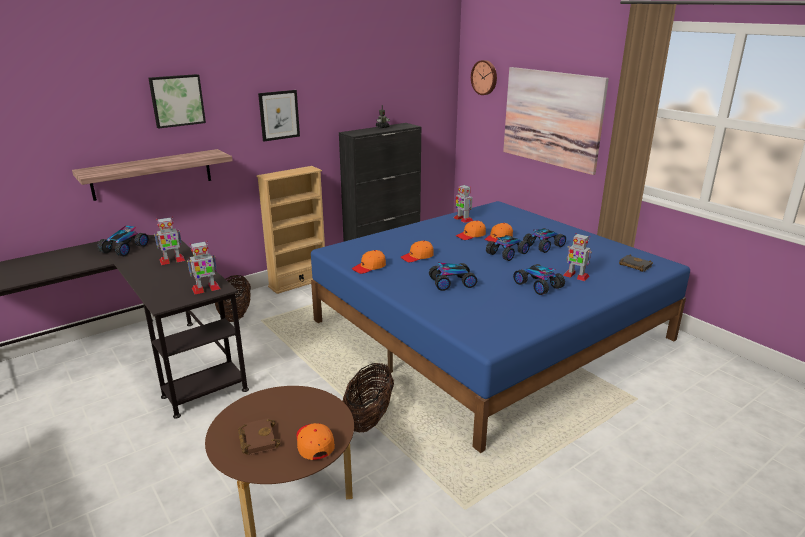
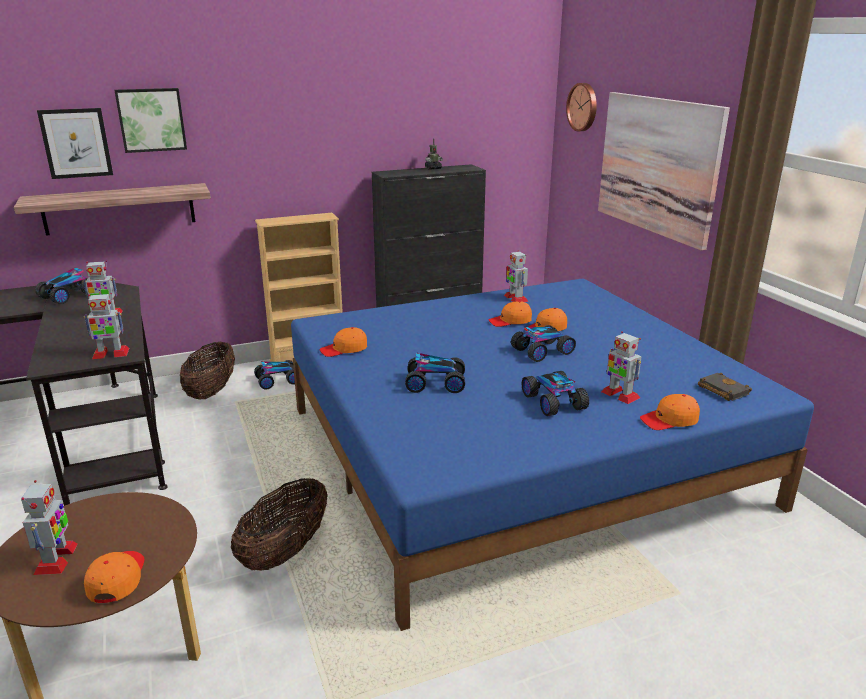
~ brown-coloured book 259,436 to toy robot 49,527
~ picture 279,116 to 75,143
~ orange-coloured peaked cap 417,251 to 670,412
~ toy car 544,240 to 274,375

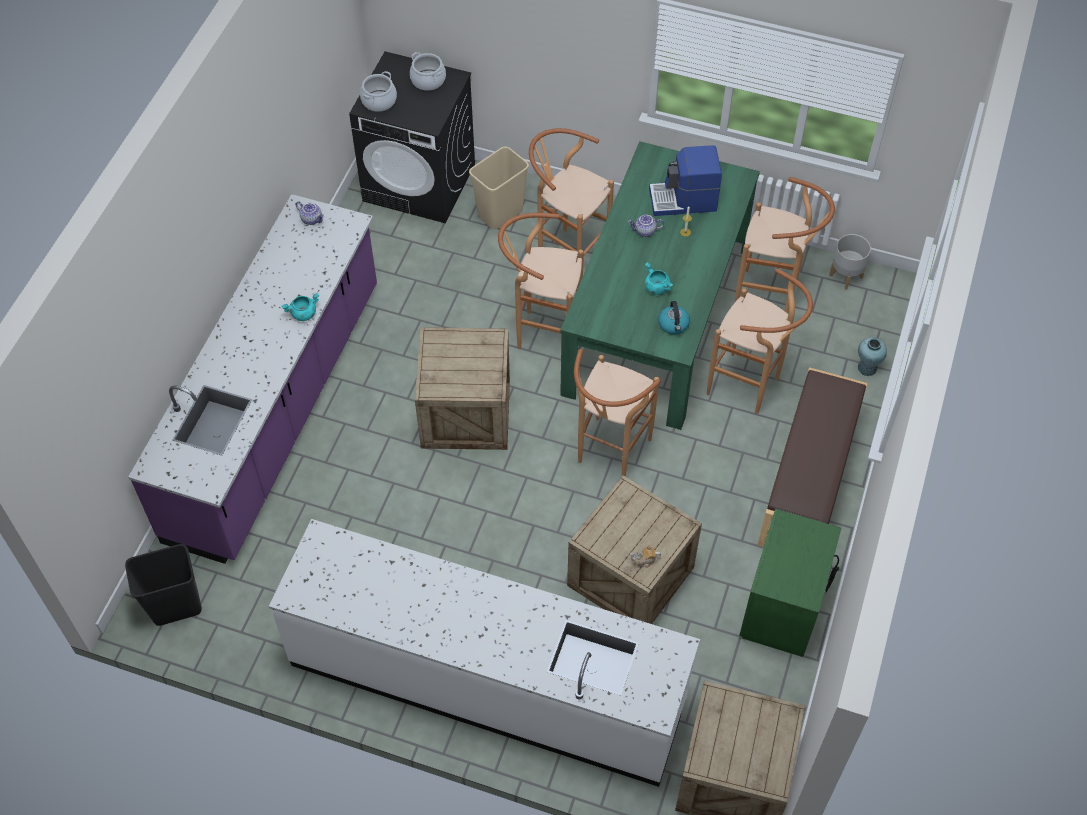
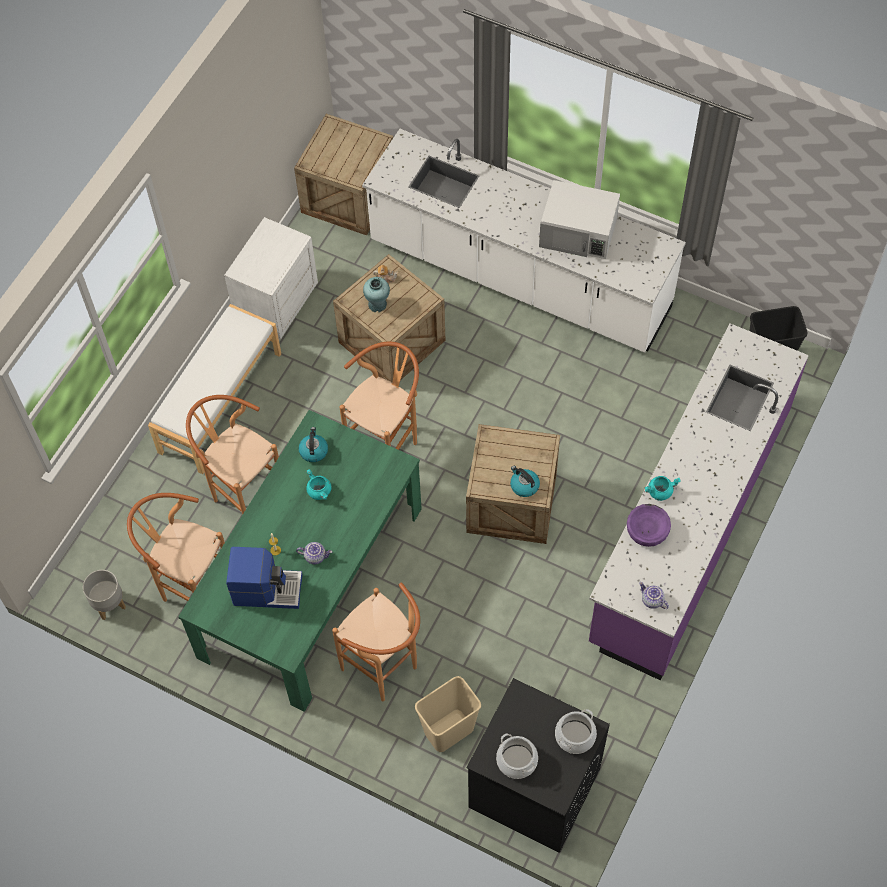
- brown-coloured stool seat 541,281
~ green night table 790,583 to whitish night table 271,279
~ brown-coloured indoor bench 812,457 to whitish indoor bench 214,389
~ blue-green flower vase 872,356 to 376,294
+ kettle 525,481
+ whitish microwave oven 579,219
+ purplish serving bowl 649,525

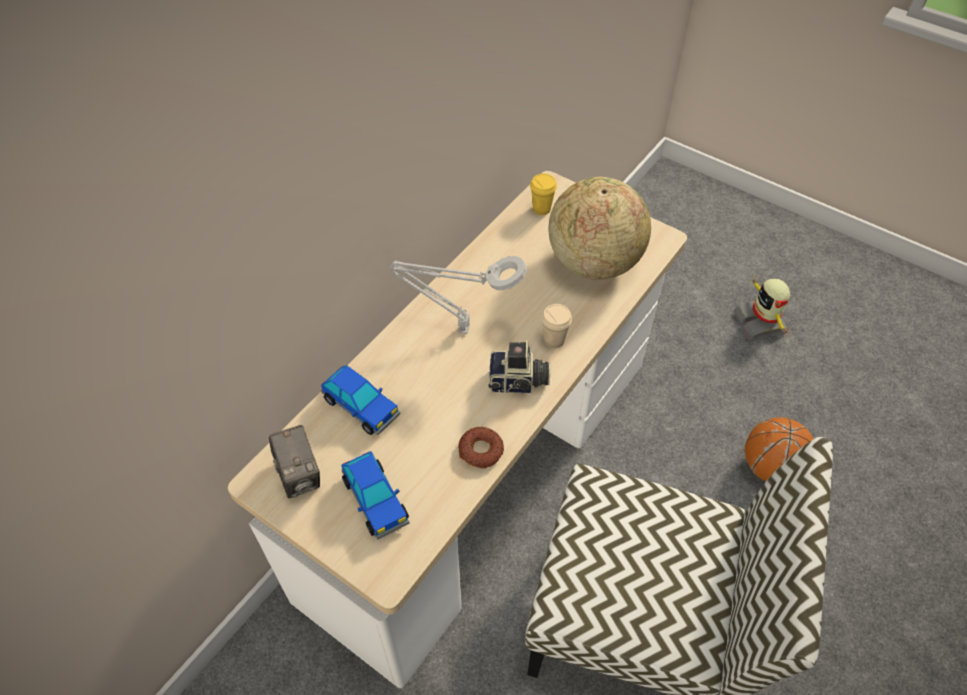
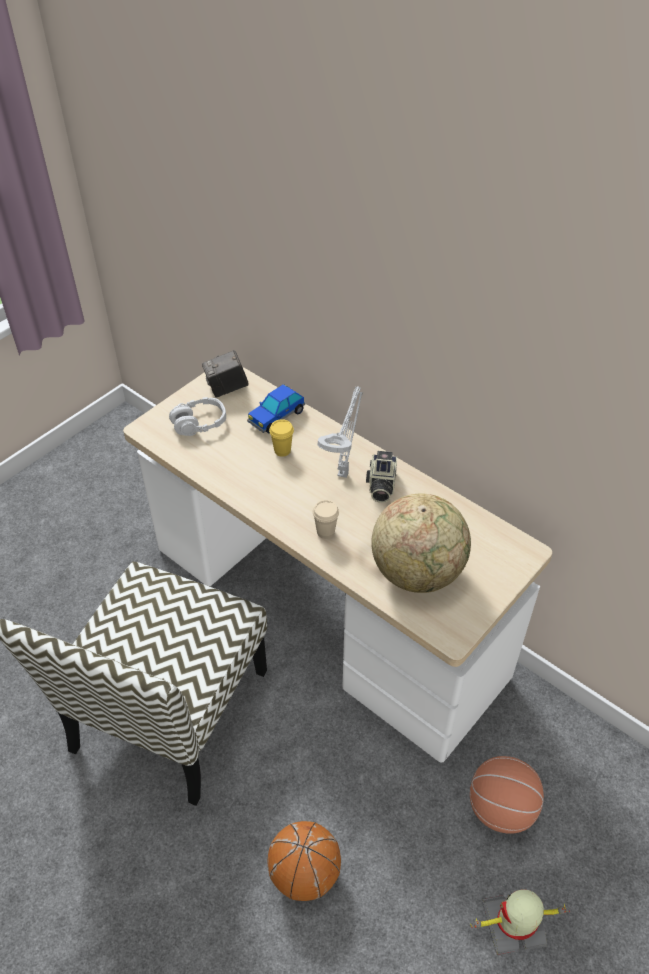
~ toy car 375,495 to gray headphones 197,416
- doughnut 481,447
~ still camera 519,367 to 381,477
~ yellow cup 543,194 to 281,438
+ basketball 507,795

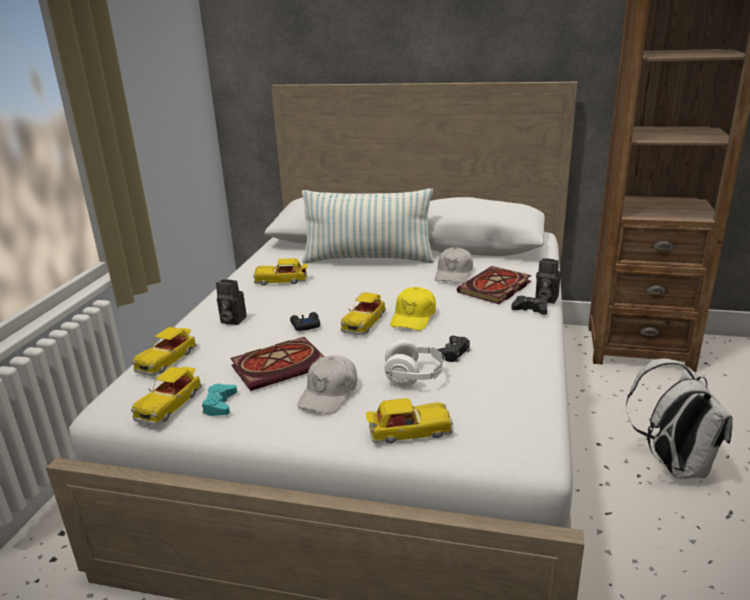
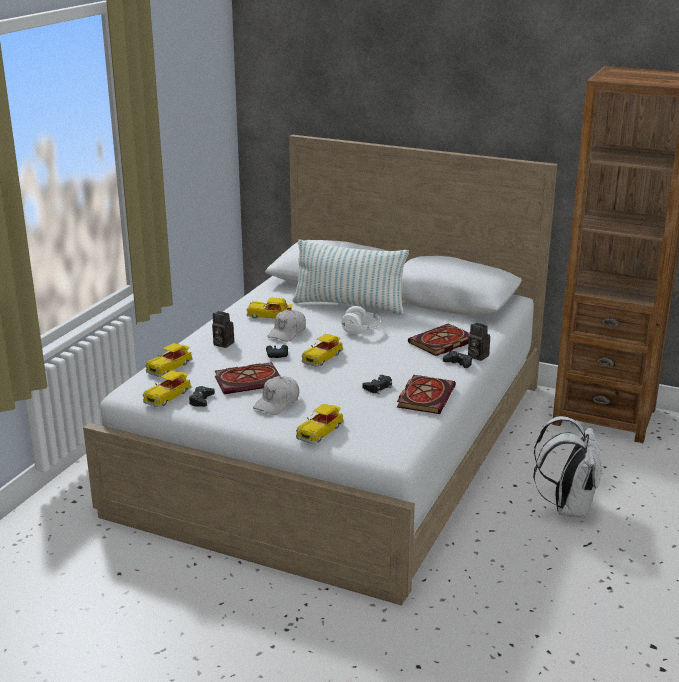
~ blue-green gamepad 219,400 to black-coloured gamepad 202,396
~ toy car 409,421 = 320,424 120 degrees clockwise
~ whitish headphones 415,363 to 361,320
- yellow peaked cap 413,309
~ whitish peaked cap 454,265 to 286,325
+ book 426,394

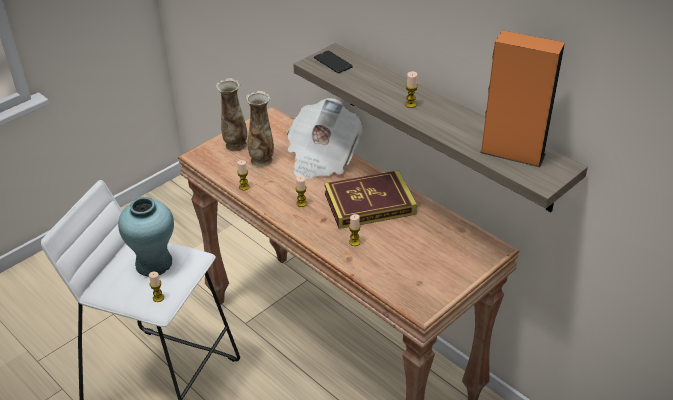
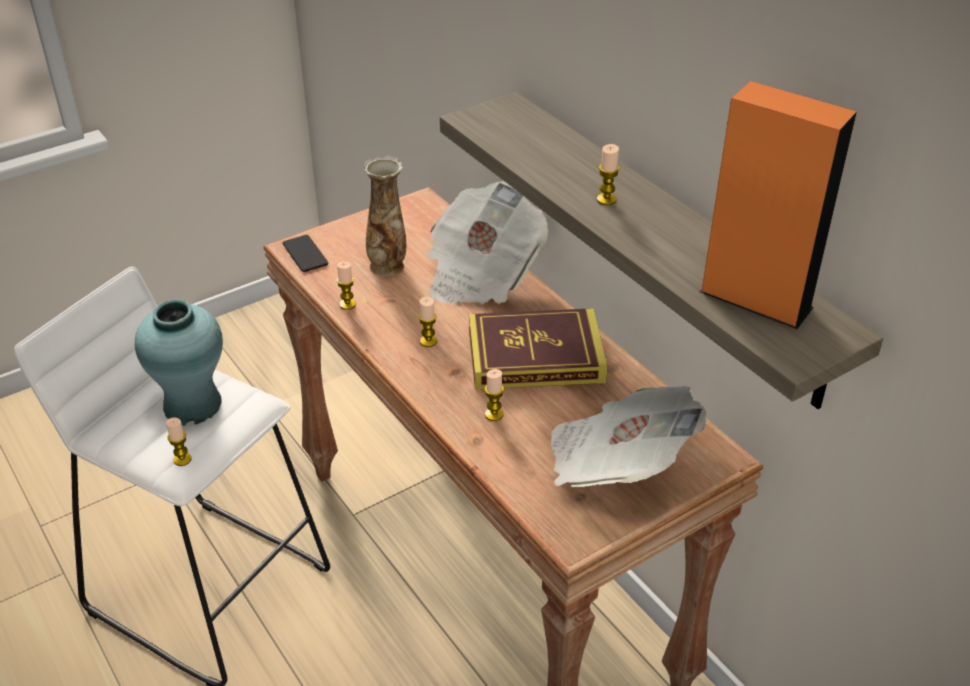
- flower vase 231,114
~ telephone 333,62 to 305,253
+ newspaper 628,436

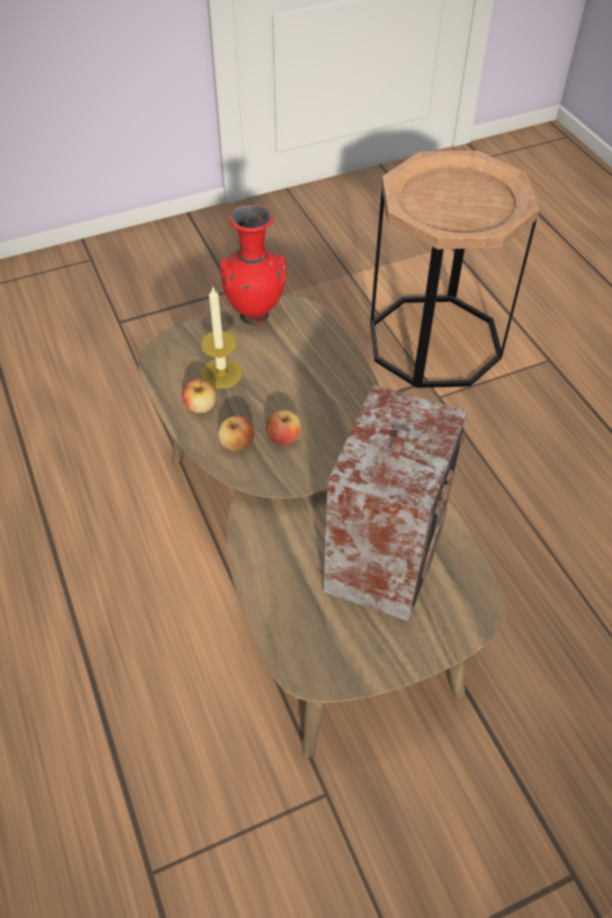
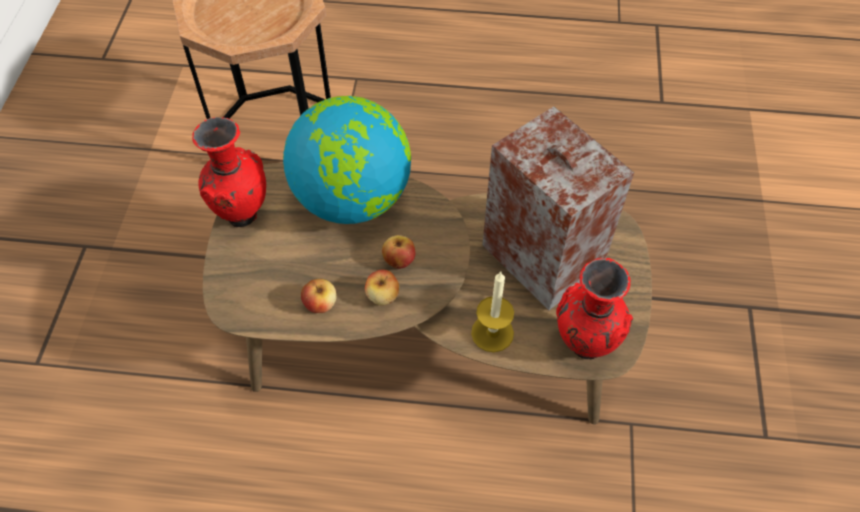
~ wax light 221,338 to 492,312
+ globe 347,160
+ red-coloured flower vase 594,308

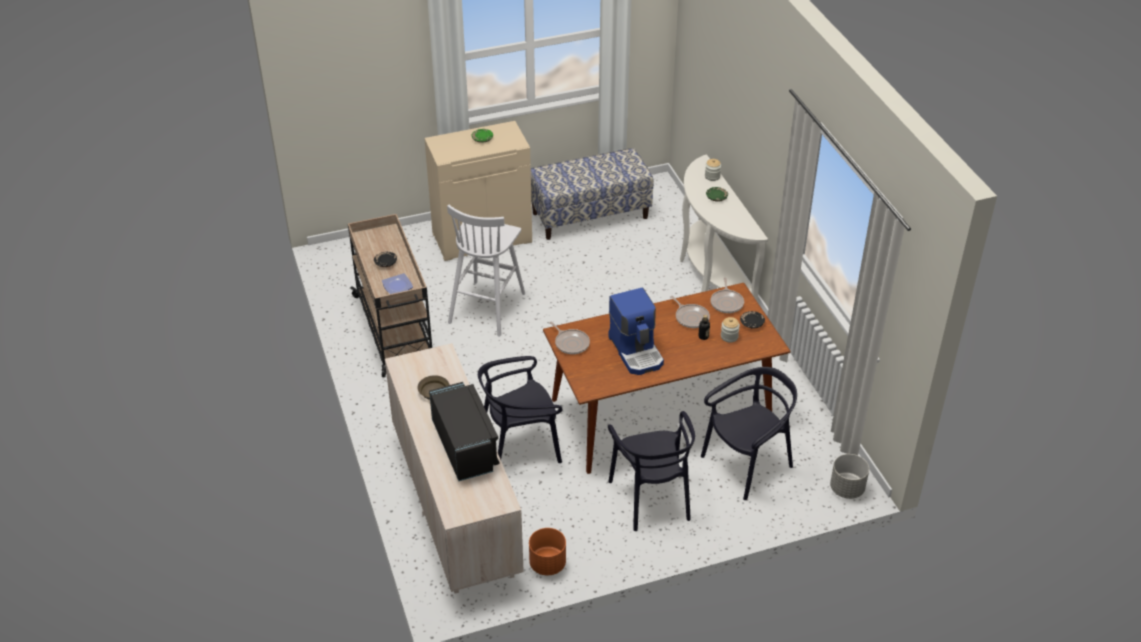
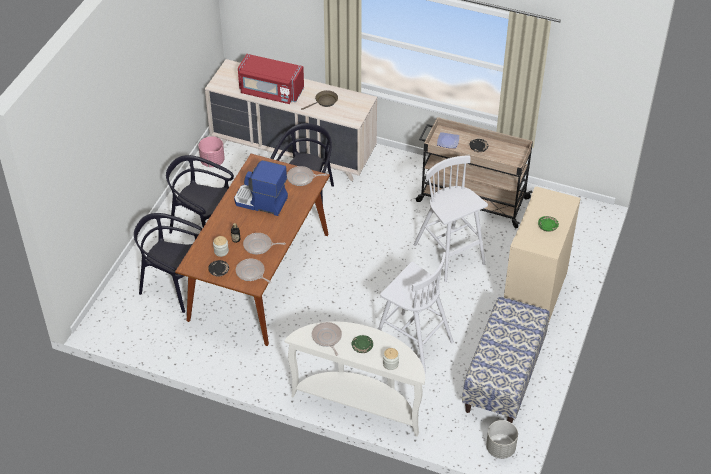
~ black-coloured microwave oven 464,431 to red-coloured microwave oven 271,79
~ orange-coloured plant pot 547,551 to pink-coloured plant pot 211,151
~ black-coloured chair 749,433 = 168,263 105 degrees clockwise
~ gray plant pot 849,476 to 502,439
+ skillet 327,339
+ whitish stool seat 416,313

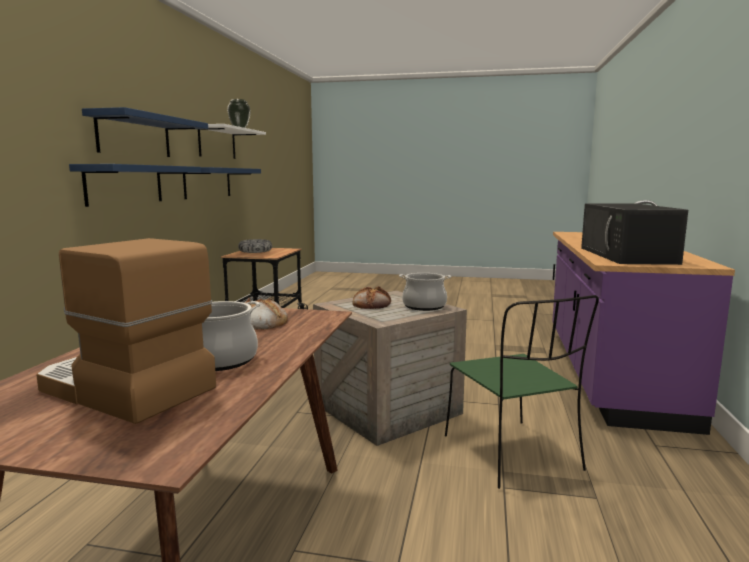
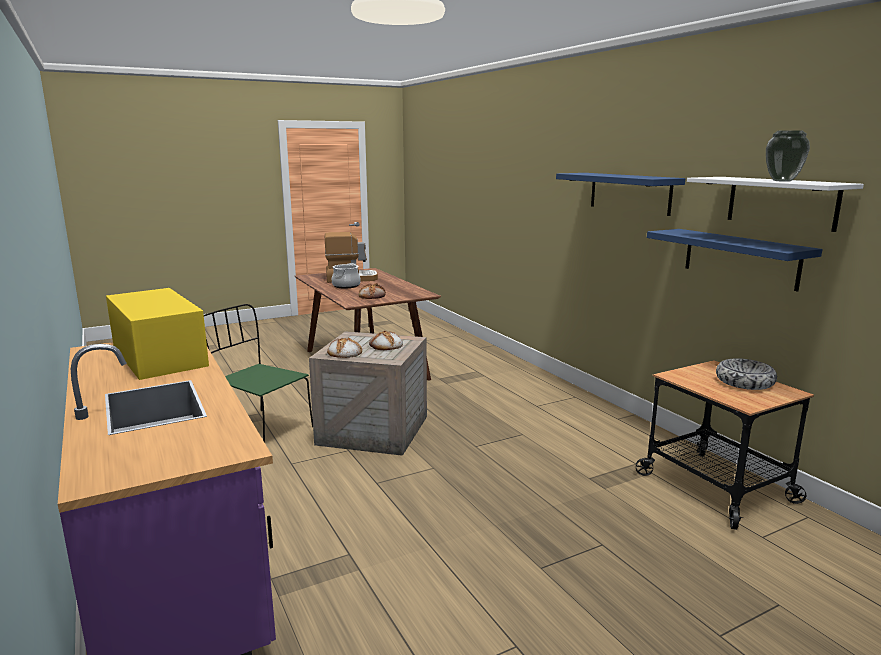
- blue-coloured shelf 135,185
~ stockpot 425,292 to bakery bread 344,347
~ black-coloured microwave oven 634,234 to yellow microwave oven 157,334

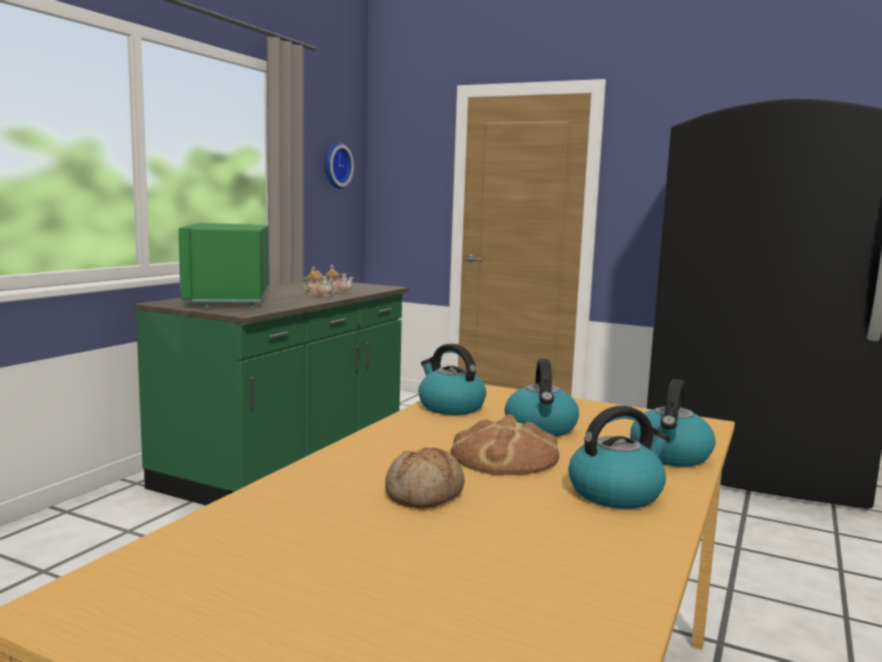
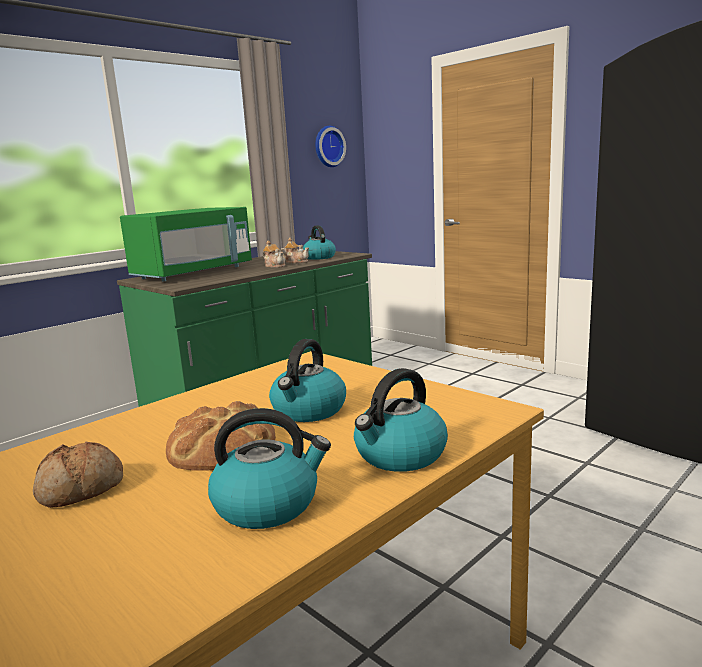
~ green microwave oven 223,265 = 186,244 150 degrees counterclockwise
~ kettle 452,379 to 319,242

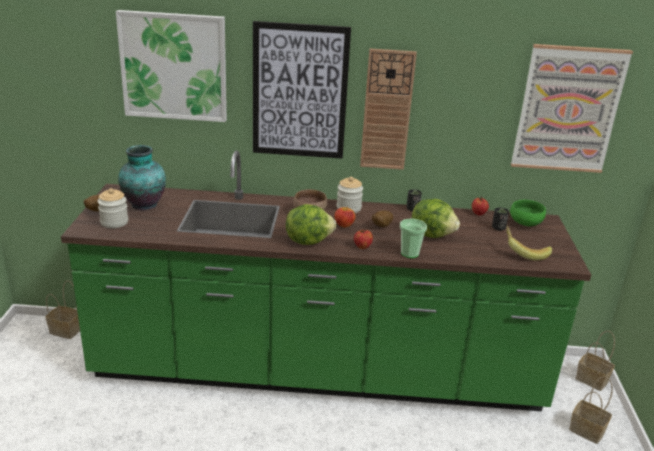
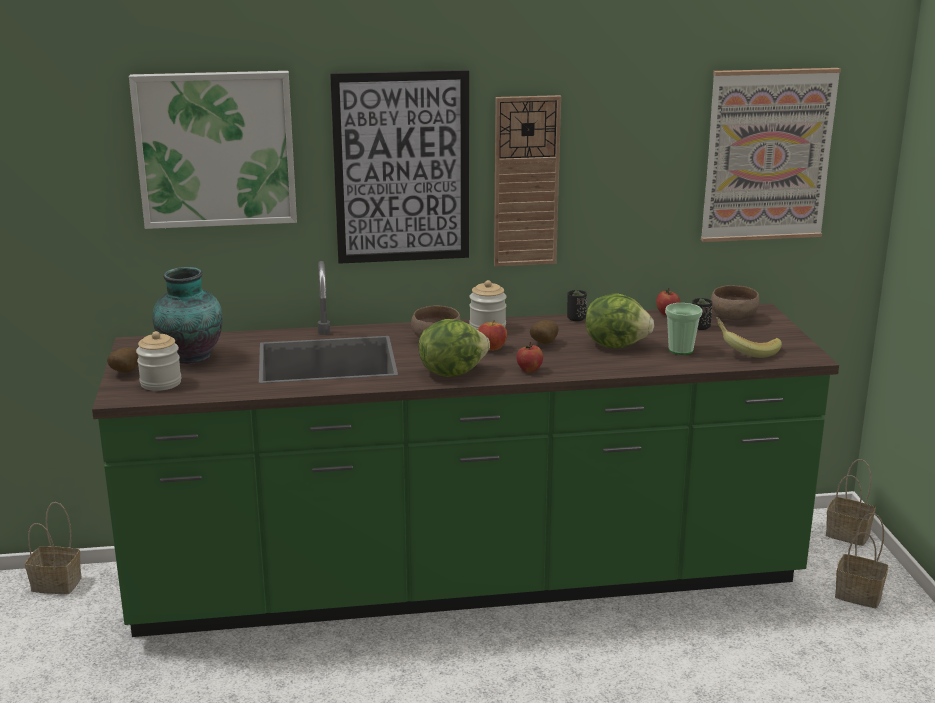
~ cup 413,238 to 683,329
~ green serving bowl 528,213 to brown-coloured serving bowl 735,302

